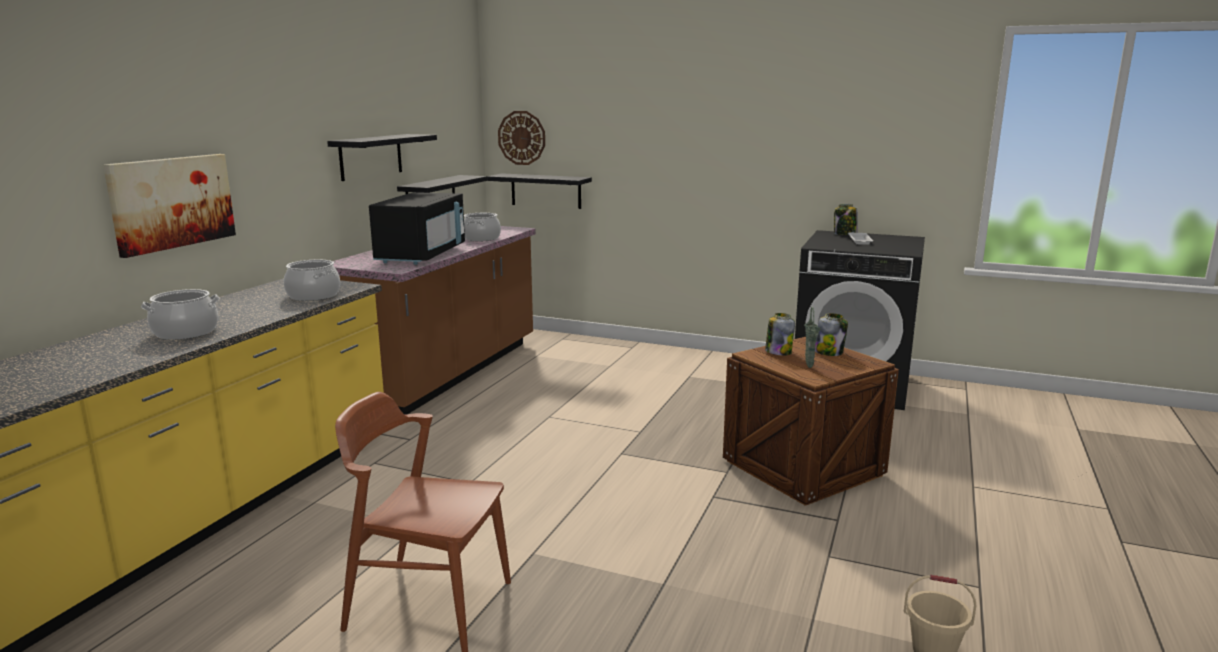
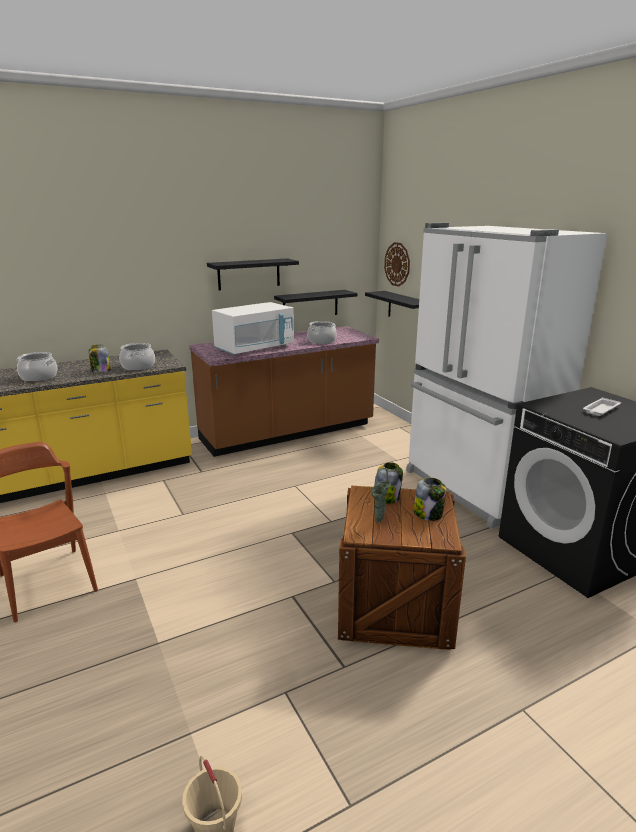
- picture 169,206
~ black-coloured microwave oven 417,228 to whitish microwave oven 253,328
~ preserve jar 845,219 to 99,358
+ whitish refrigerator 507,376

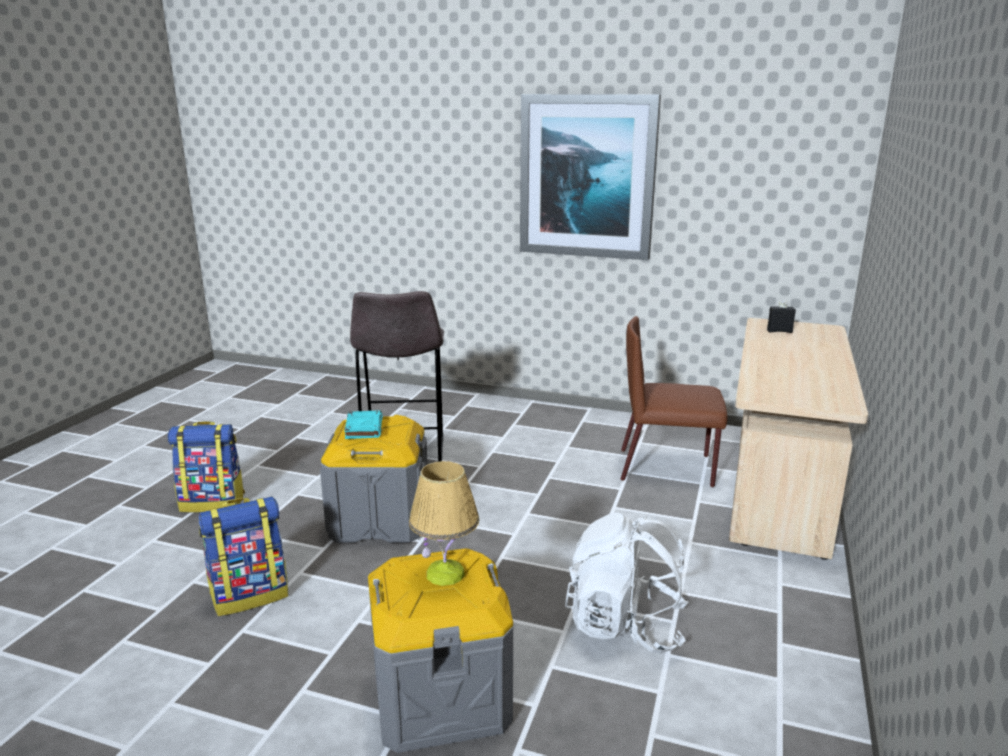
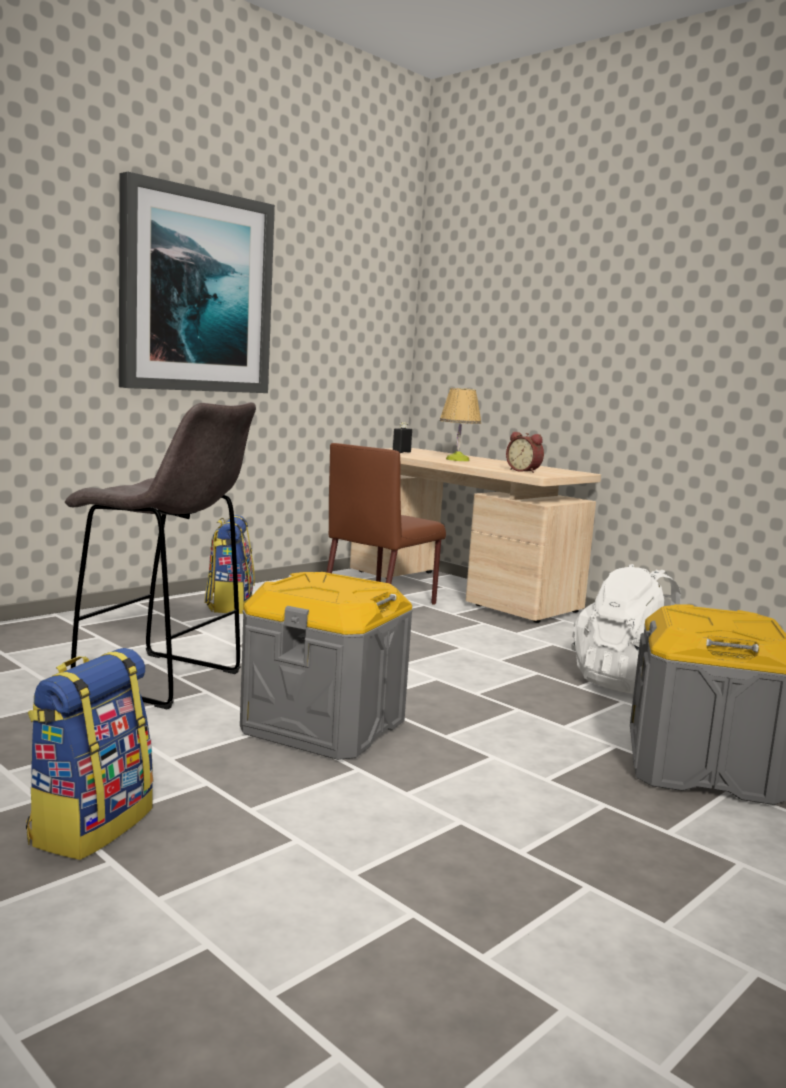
~ knapsack 243,556 to 230,564
- blue-green book 363,424
~ lamp for a table 444,523 to 460,424
+ alarm clock 525,452

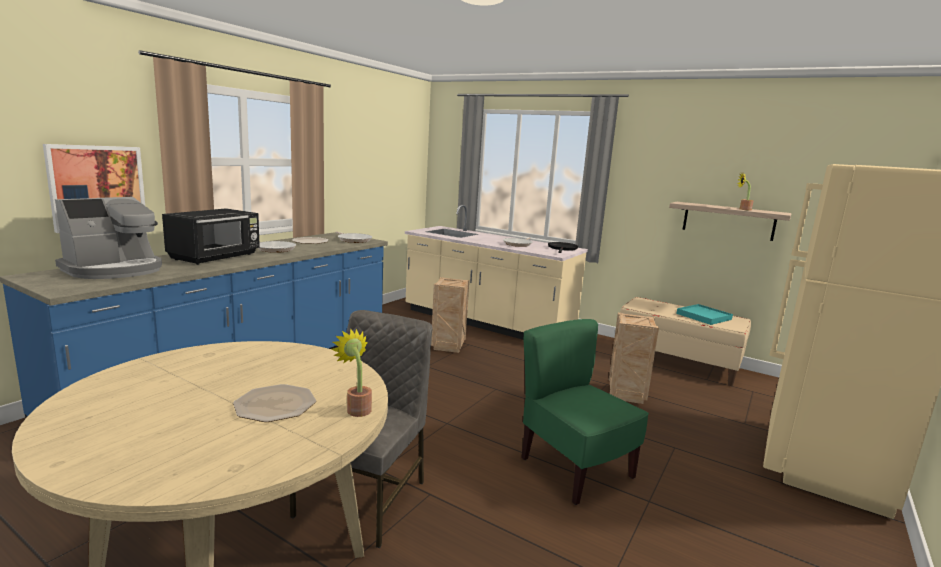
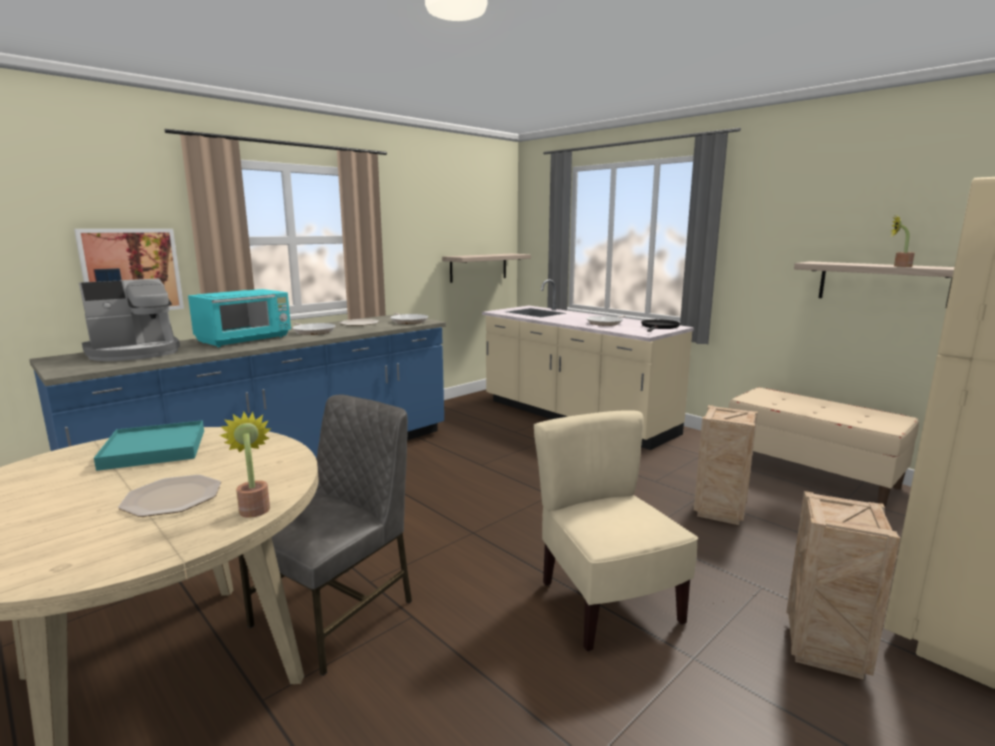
~ black-coloured microwave oven 211,236 to blue-green microwave oven 239,318
~ packing crate 450,315 to 843,585
~ green chair 585,412 to beige chair 616,530
~ blue-green tray 704,314 to 149,445
+ shelf 486,268

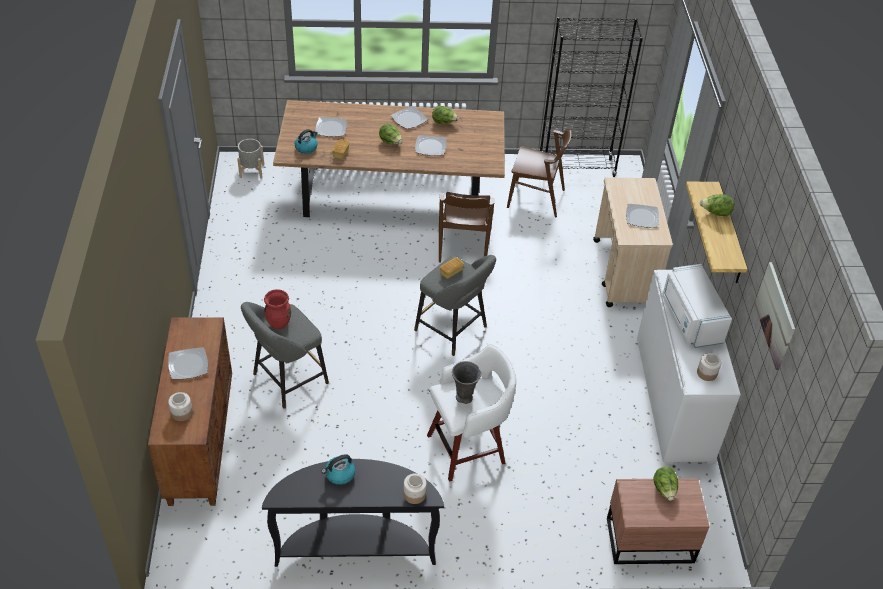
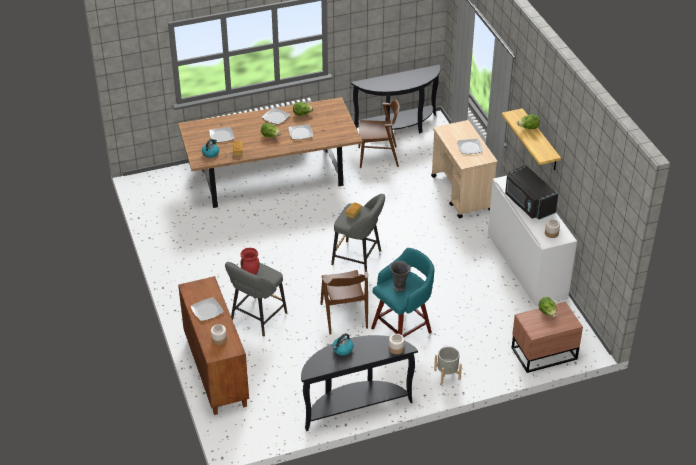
~ gray plant pot 250,158 to 448,365
~ whitish stool seat 471,413 to blue-green stool seat 402,292
~ brown-coloured chair 467,227 to 345,302
~ black-coloured bookshelf 591,97 to black-coloured console table 395,99
~ whitish microwave oven 697,306 to black-coloured microwave oven 531,192
- picture 774,316

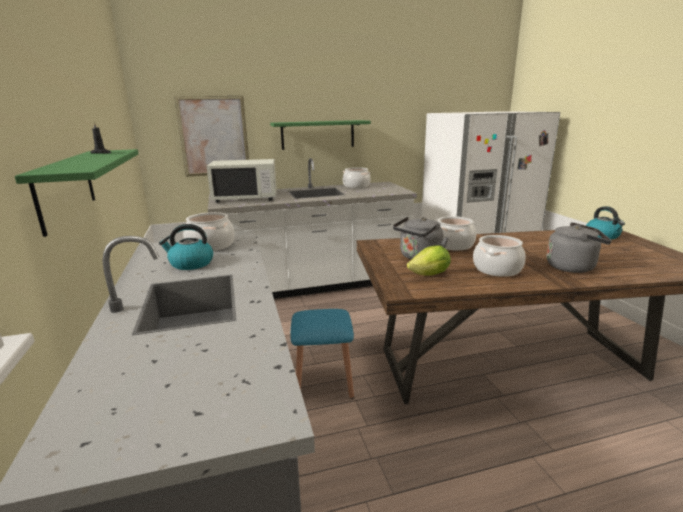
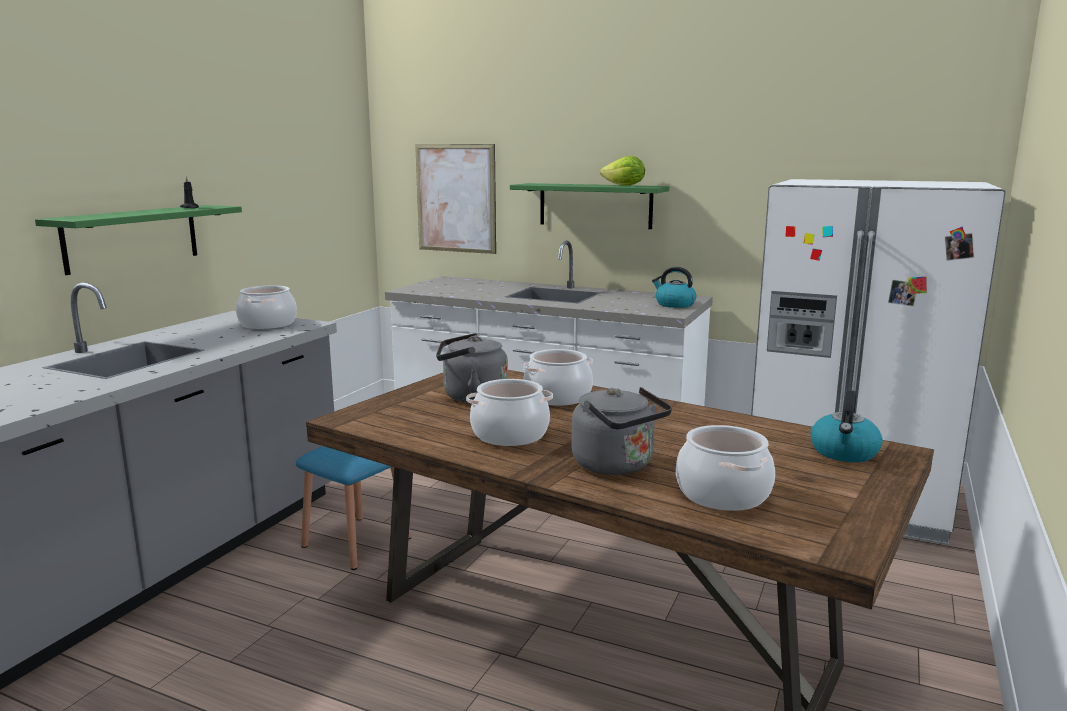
~ kettle 186,247 to 674,287
- whitish microwave oven 242,181
~ stockpot 357,177 to 725,468
~ head of lettuce 429,260 to 622,170

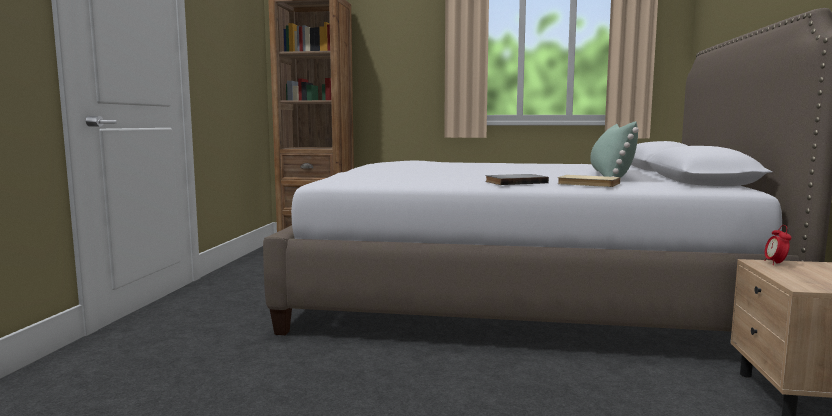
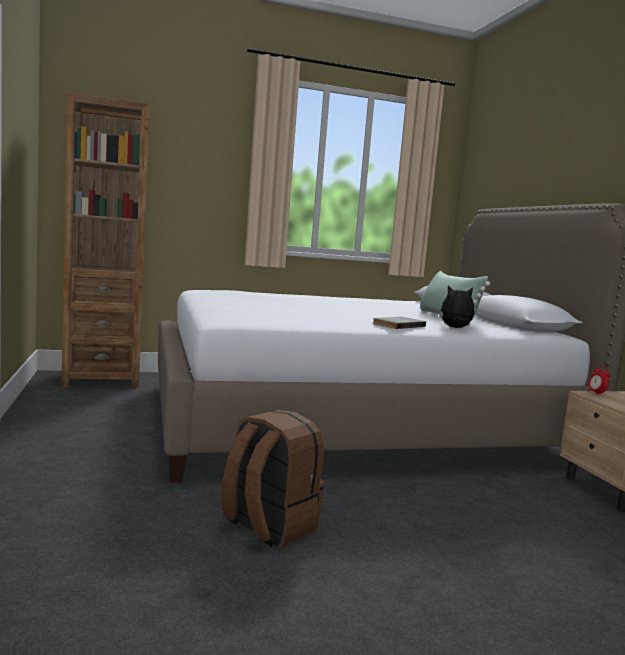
~ beige book 589,181 to plush toy 456,306
+ brown-coloured knapsack 272,478

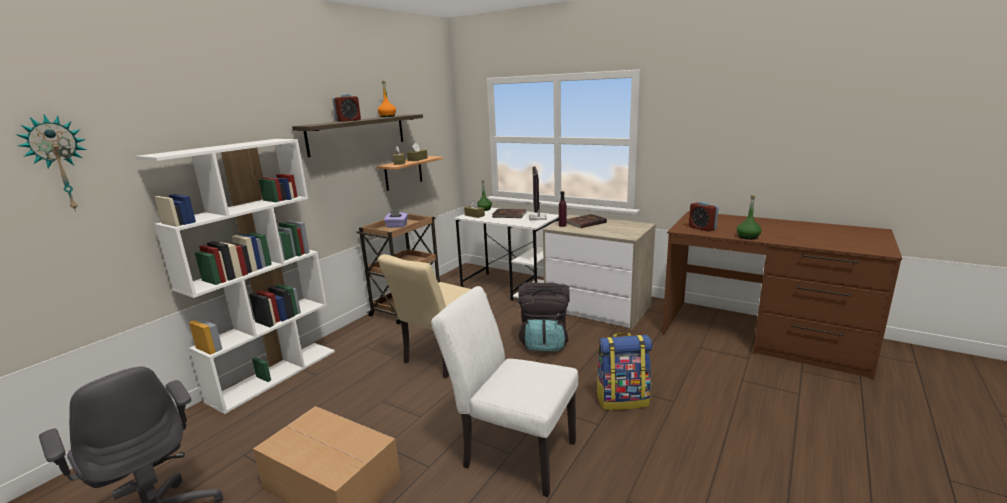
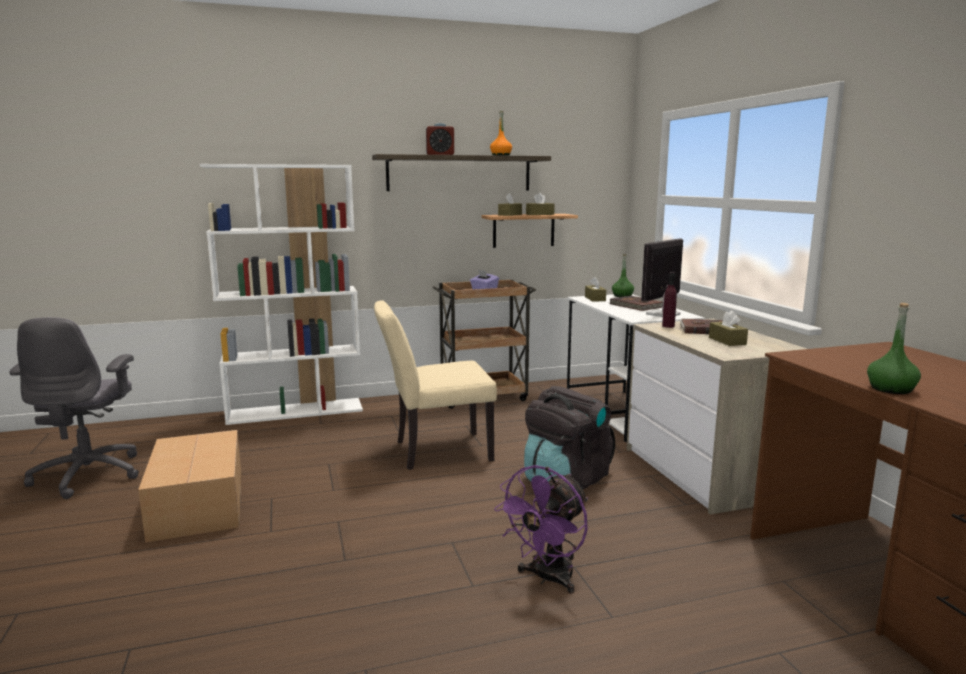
- clock on the wall 51,163
- whitish chair 504,391
~ knapsack 624,371 to purplish cooling fan 541,529
- alarm clock 704,217
+ brown-coloured tissue box 728,328

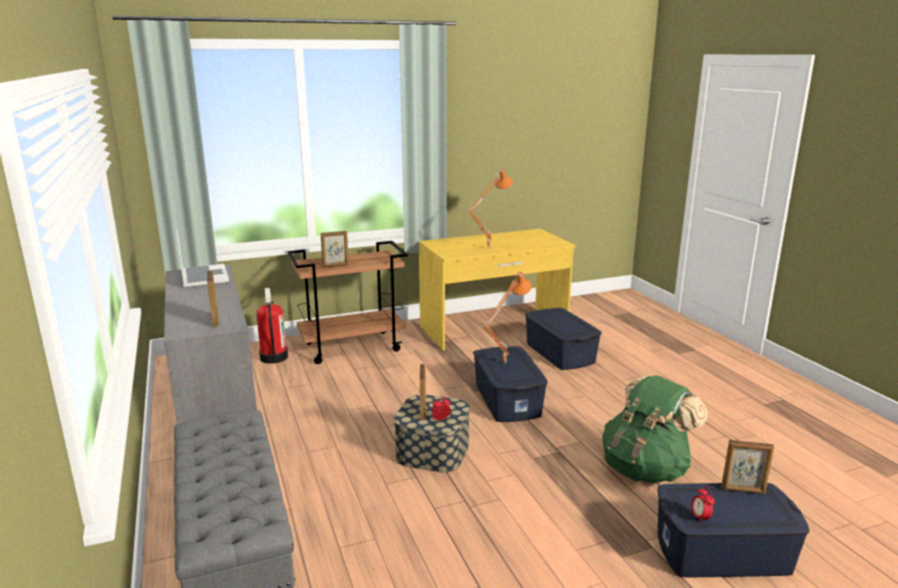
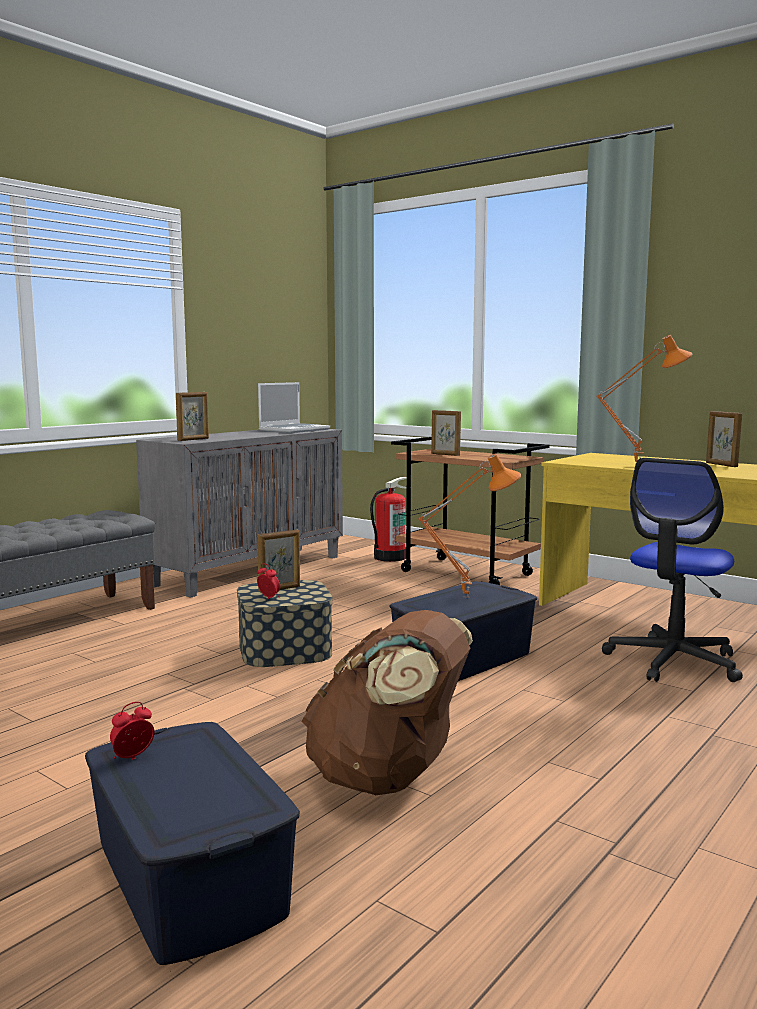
~ blue-coloured storage bin 563,339 to office chair 672,570
~ green knapsack 655,429 to brown-coloured knapsack 387,702
~ photo frame 747,467 to 724,439

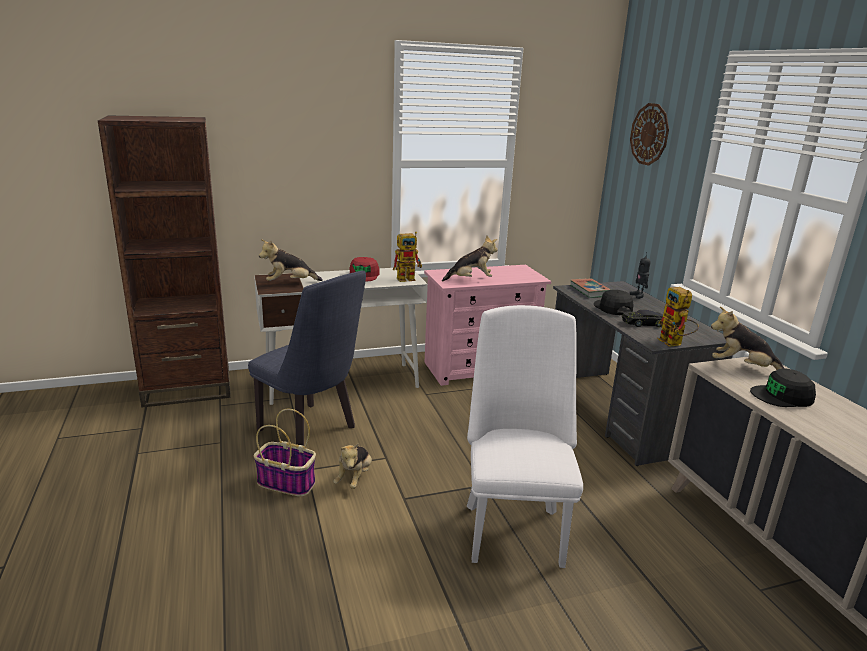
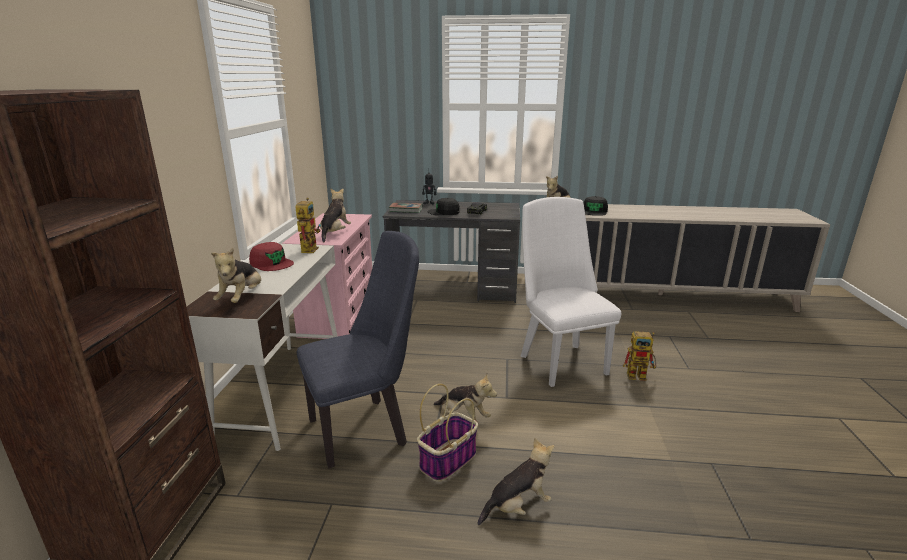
~ whitish chair 525,436 = 570,292 45 degrees clockwise
- clock on the wall 649,134
~ toy robot 678,317 to 639,356
+ plush toy 516,481

